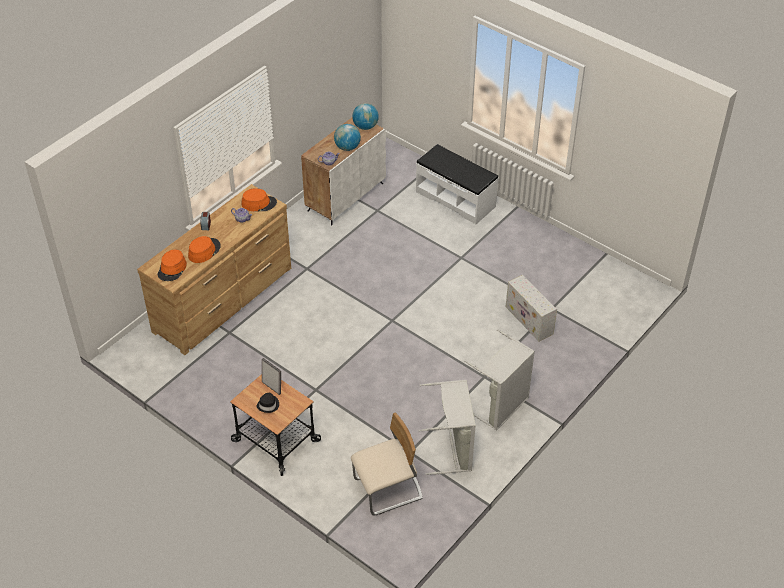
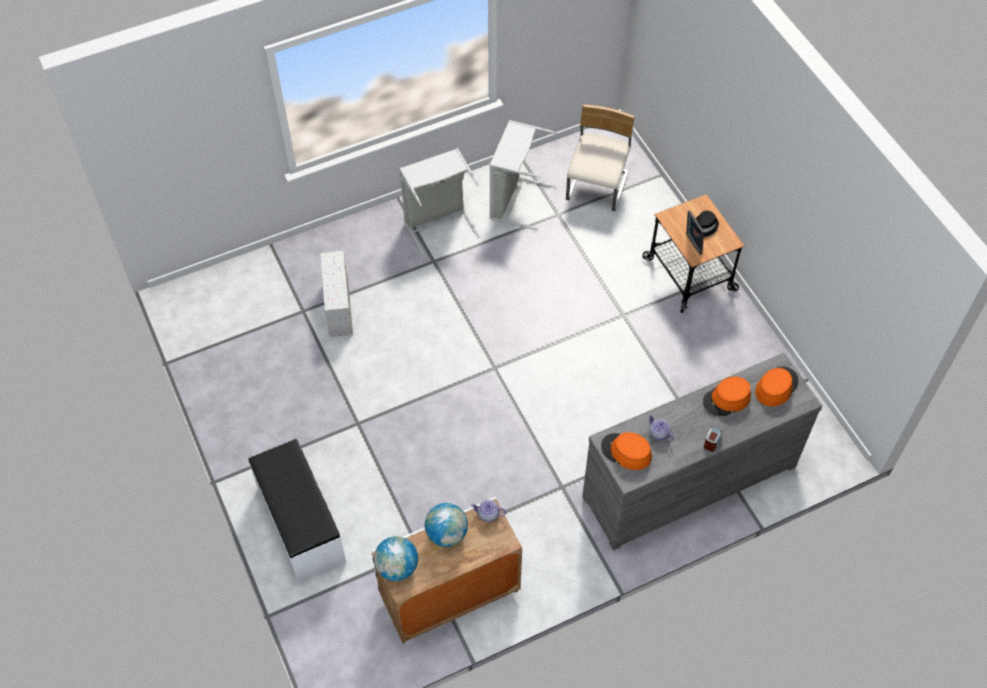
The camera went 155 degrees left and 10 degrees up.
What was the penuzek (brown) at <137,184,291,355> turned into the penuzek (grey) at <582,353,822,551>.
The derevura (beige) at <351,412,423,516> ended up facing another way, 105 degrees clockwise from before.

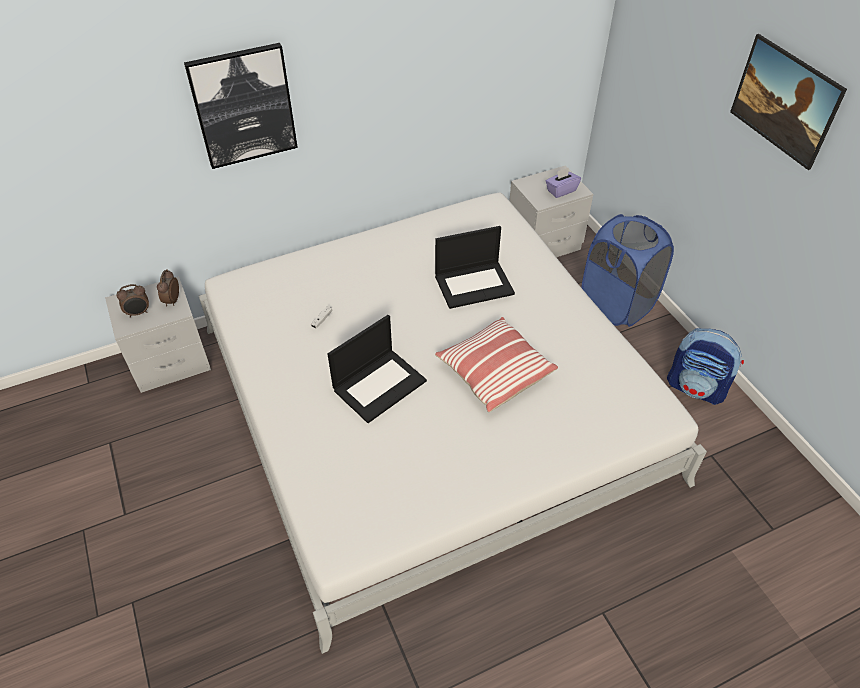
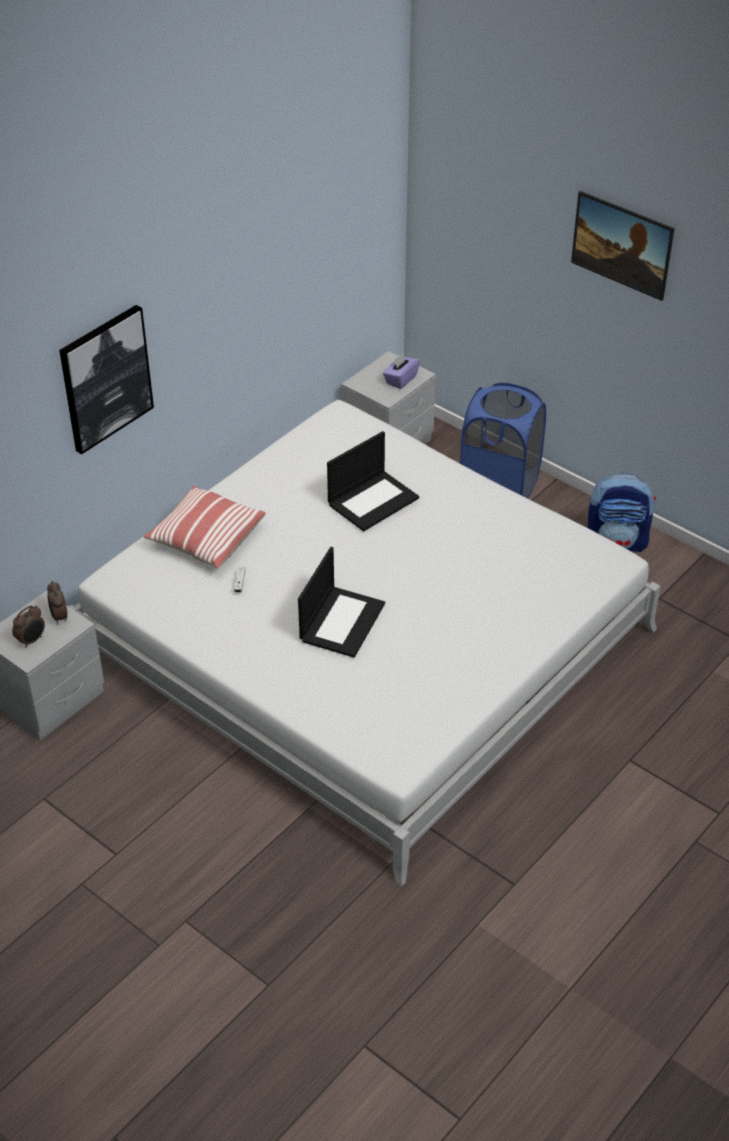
The camera went 25 degrees left and 5 degrees down.
The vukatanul ended up elsewhere, having gone from <435,317,558,412> to <143,486,266,569>.

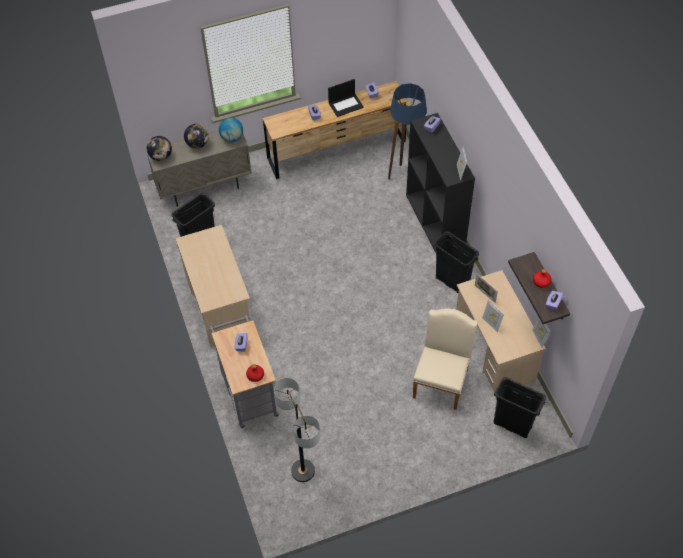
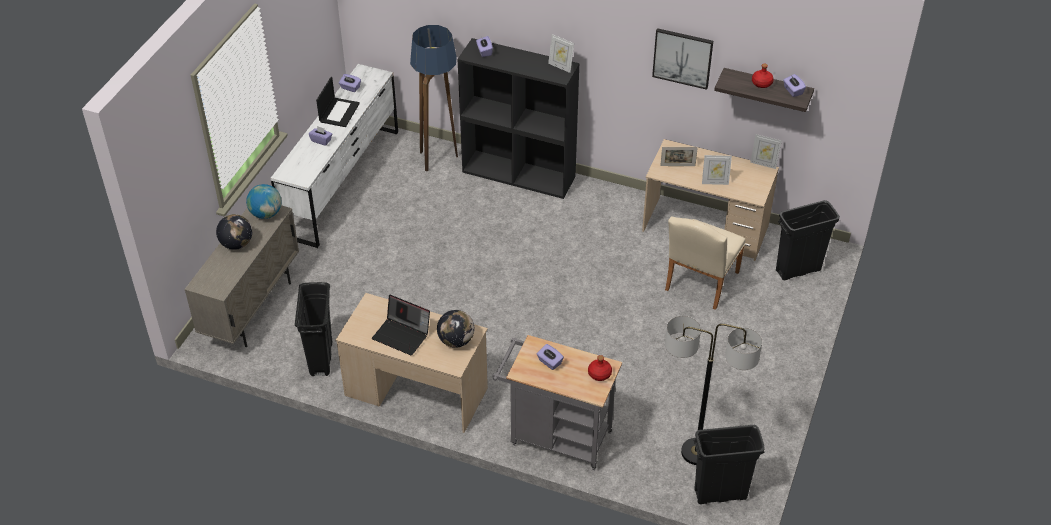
The camera went 50 degrees left and 10 degrees down.
The second view gained the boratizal at <372,295,430,355>.
The second view gained the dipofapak at <652,28,713,90>.
The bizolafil ended up elsewhere, having gone from <147,136,172,161> to <437,310,475,348>.
The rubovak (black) ended up elsewhere, having gone from <434,231,479,293> to <694,425,765,504>.
What was the penuzek (brown) at <263,81,408,179> turned into the penuzek (white) at <271,64,398,248>.
The derevura (beige) at <413,308,478,410> ended up facing another way, 120 degrees counterclockwise from before.

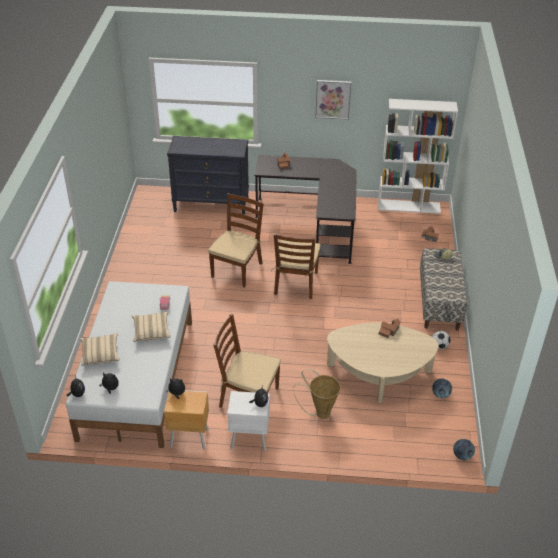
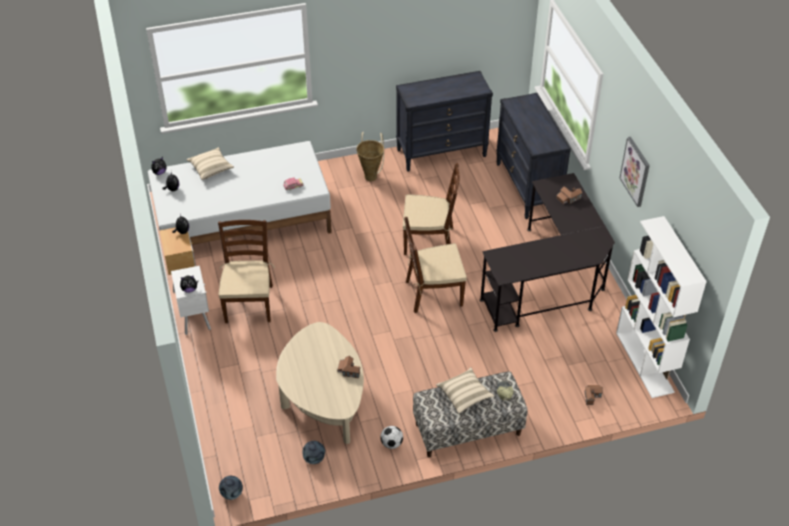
The camera went 70 degrees right and 5 degrees up.
The second view gained the penuzek (black) at <396,71,493,172>.
The vukatanul (beige) ended up elsewhere, having gone from <132,311,171,342> to <436,367,494,414>.
The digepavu ended up elsewhere, having gone from <293,369,341,419> to <356,132,384,181>.

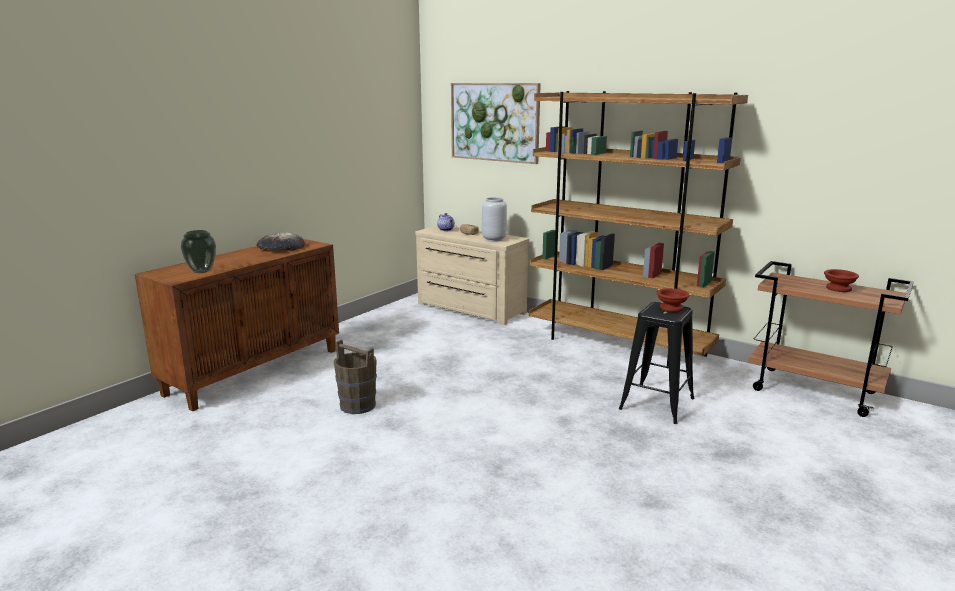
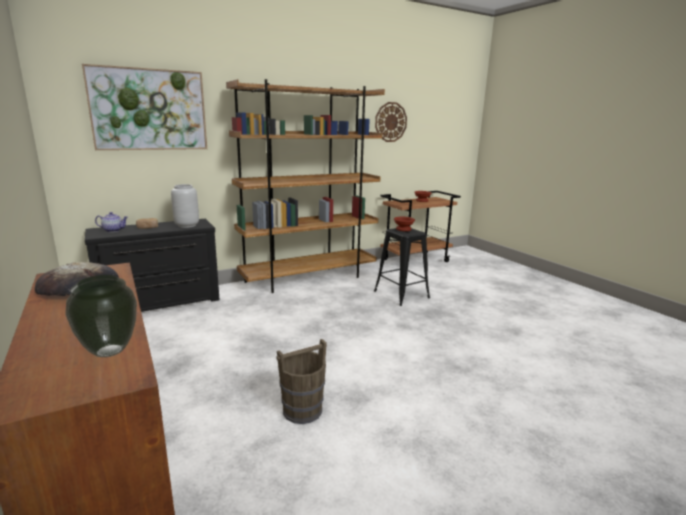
The camera went 65 degrees left and 0 degrees up.
The second view gained the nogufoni at <375,102,407,142>.
What was the penuzek (beige) at <415,226,529,325> turned into the penuzek (black) at <85,219,220,312>.

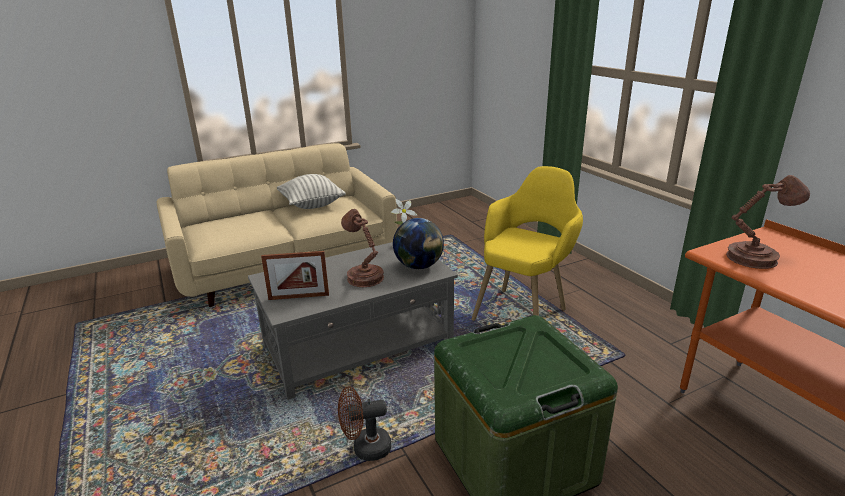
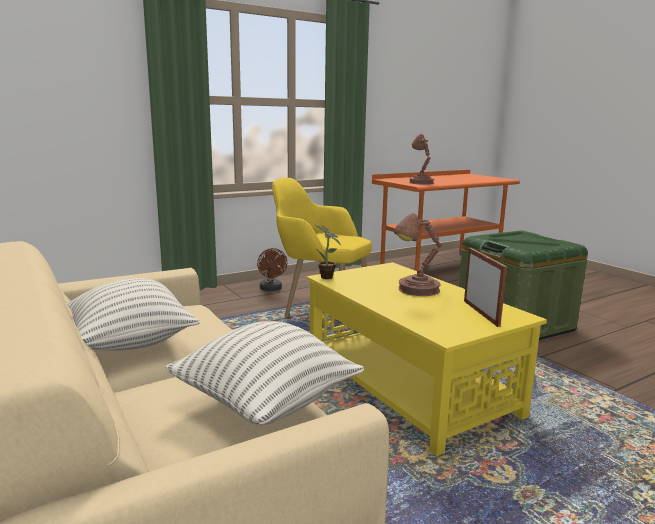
The camera went 95 degrees left and 10 degrees down.
The second view lost the bizolafil at <393,218,444,269>.
The second view gained the vukatanul at <165,321,364,425>.
The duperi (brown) ended up elsewhere, having gone from <338,386,391,461> to <257,248,287,291>.
What was the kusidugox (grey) at <248,242,458,400> turned into the kusidugox (yellow) at <307,262,547,456>.

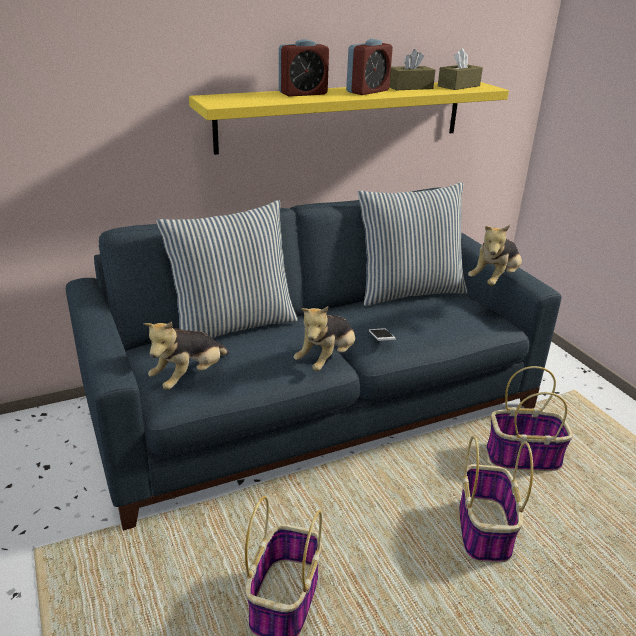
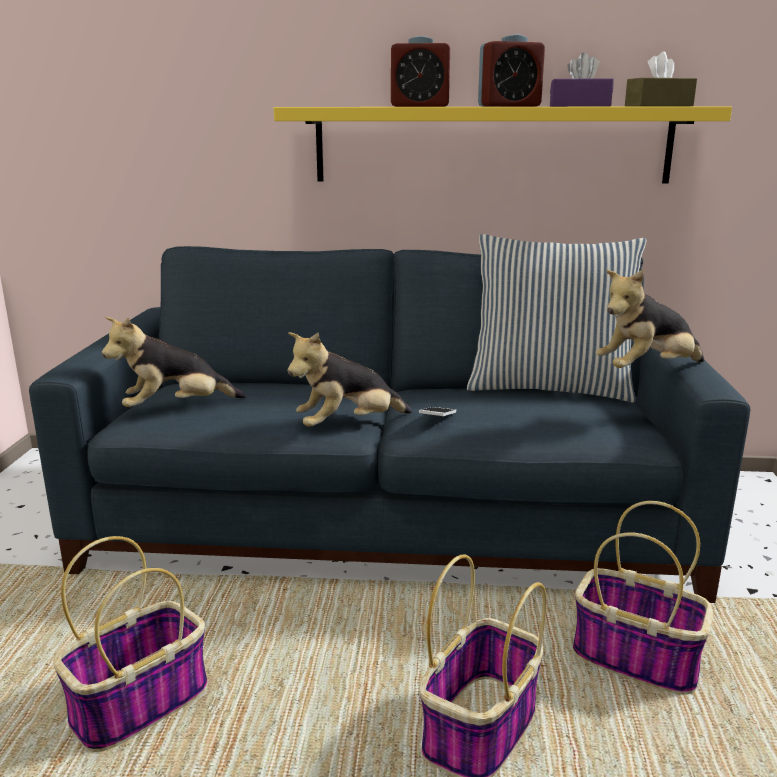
The camera went 30 degrees right and 10 degrees down.
The second view lost the vukatanul at <156,200,298,338>.
What was the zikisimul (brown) at <389,49,435,90> turned into the zikisimul (purple) at <550,52,614,107>.

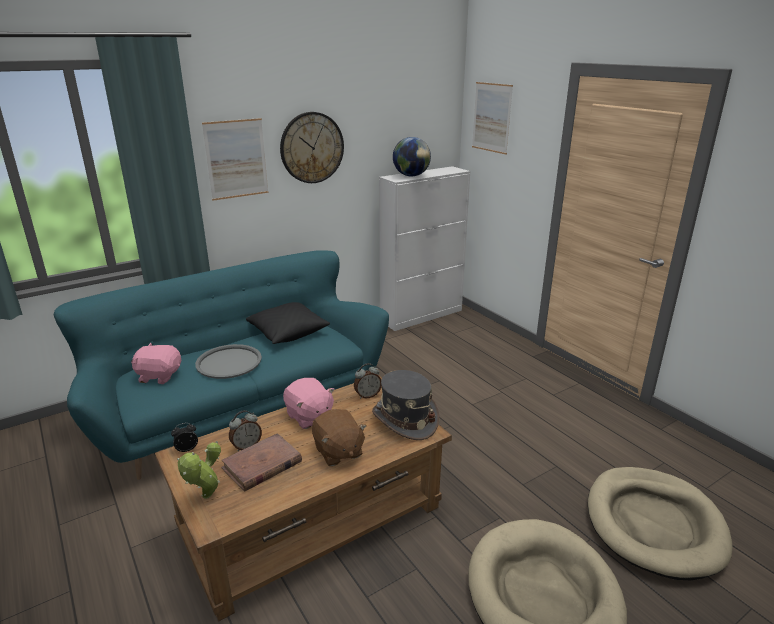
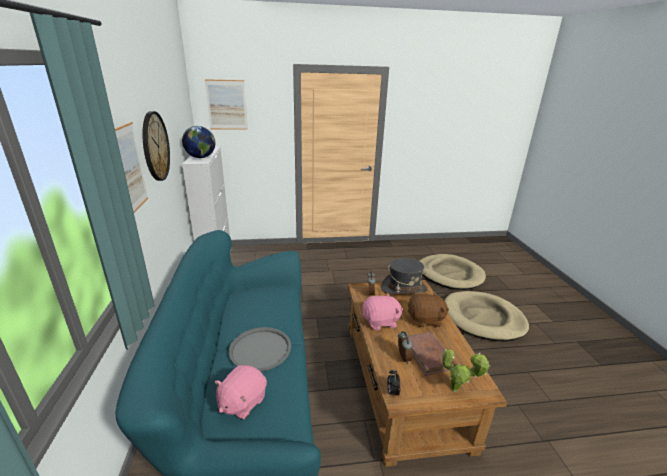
The camera went 65 degrees left and 0 degrees up.
The second view lost the vukatanul (black) at <246,302,330,344>.

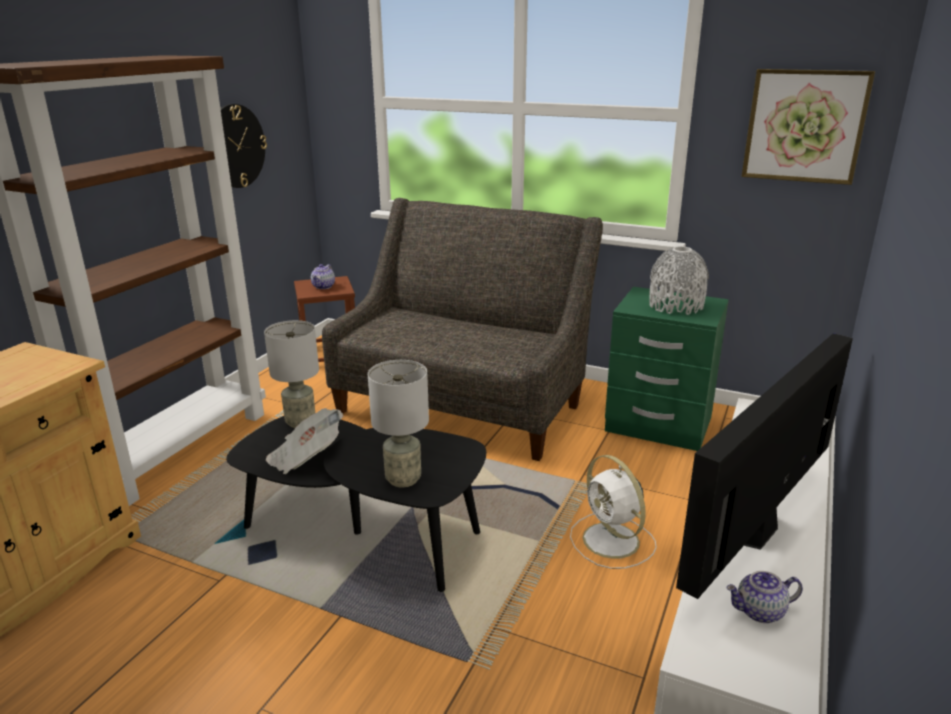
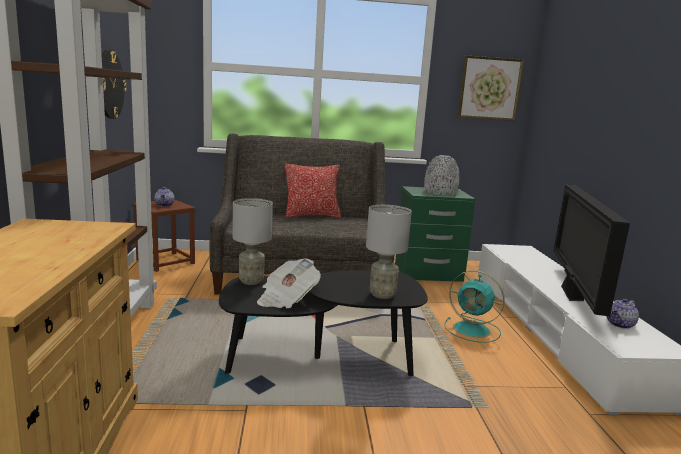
The camera went 30 degrees left and 10 degrees down.
The second view gained the vukatanul at <285,164,341,218>.
What was the duperi (white) at <570,455,657,569> turned into the duperi (turquoise) at <445,270,505,343>.

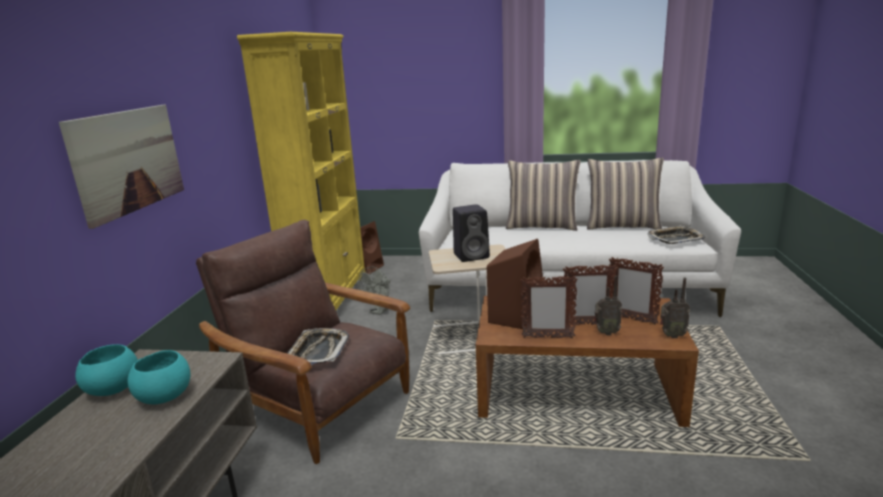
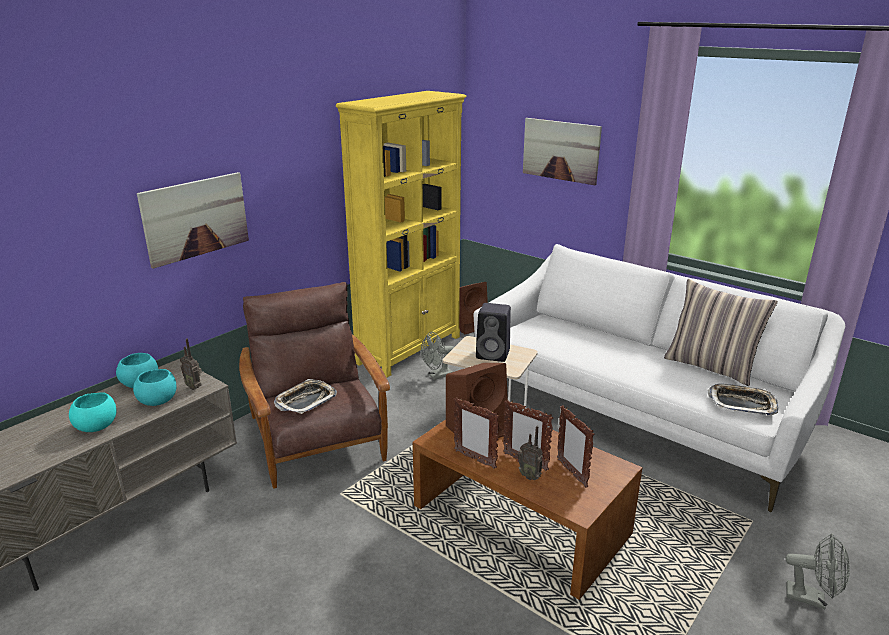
The camera went 30 degrees right and 5 degrees up.
The second view lost the vukatanul at <506,160,581,231>.
The second view gained the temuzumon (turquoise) at <69,392,117,432>.
The second view gained the dipofapak at <523,118,602,185>.
The second view gained the duperi (grey) at <786,533,850,609>.
The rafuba ended up elsewhere, having gone from <660,278,690,338> to <180,338,202,390>.

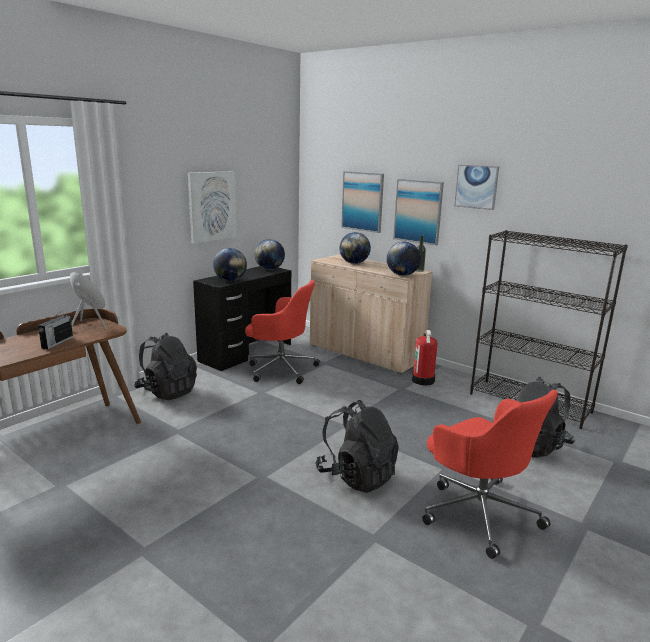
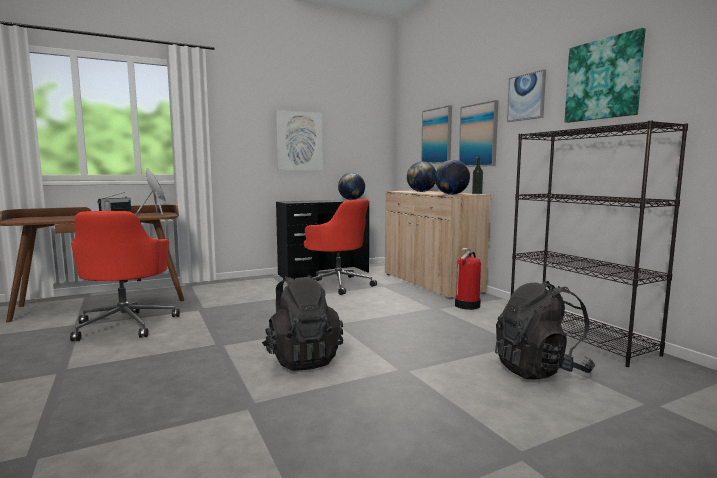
The camera went 25 degrees right and 10 degrees down.
The second view lost the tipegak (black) at <134,333,197,400>.
The second view lost the bizolafil at <213,248,247,281>.
The second view gained the dipofapak at <565,28,645,123>.
The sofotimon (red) ended up elsewhere, having gone from <422,390,558,559> to <70,211,180,341>.

